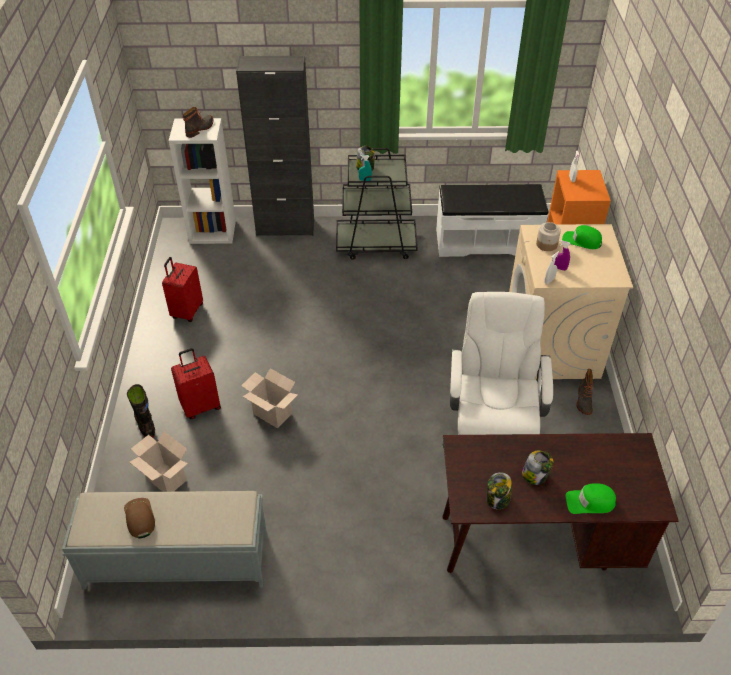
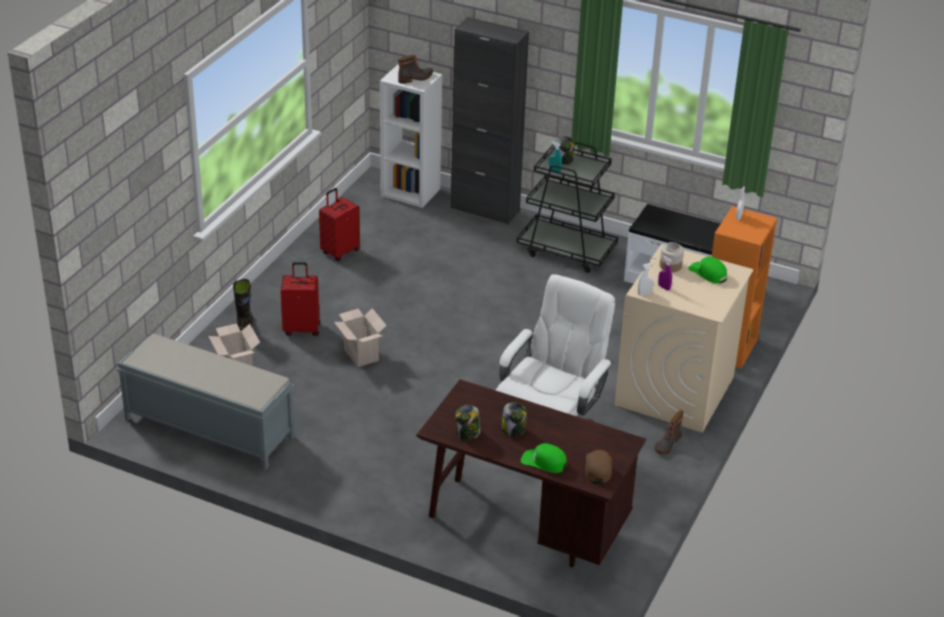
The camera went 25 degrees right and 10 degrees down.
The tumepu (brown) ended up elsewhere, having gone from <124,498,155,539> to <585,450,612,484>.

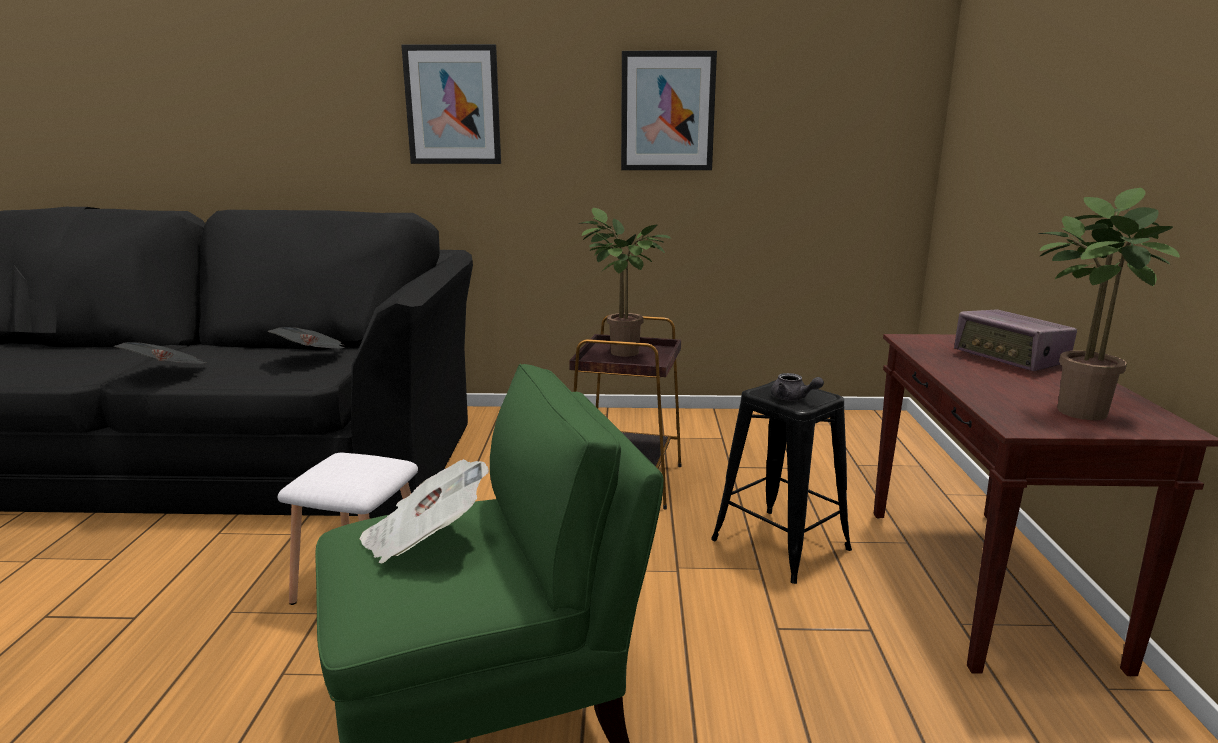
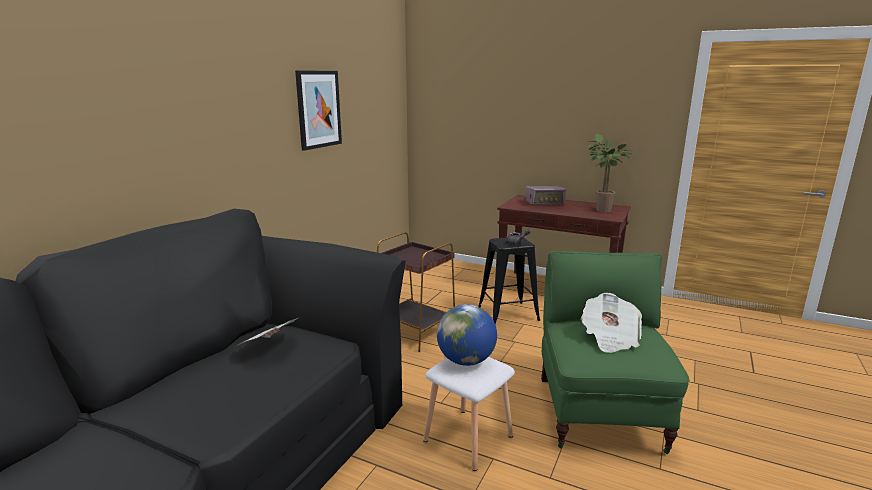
The camera went 65 degrees left and 0 degrees up.
The second view lost the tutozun at <114,342,207,364>.
The second view lost the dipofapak at <401,44,501,164>.
The second view lost the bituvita at <578,208,672,357>.
The second view gained the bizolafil at <437,304,497,366>.

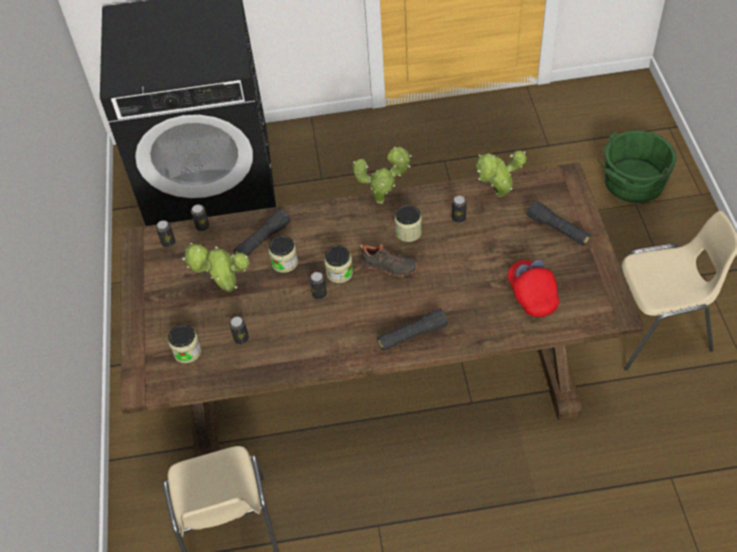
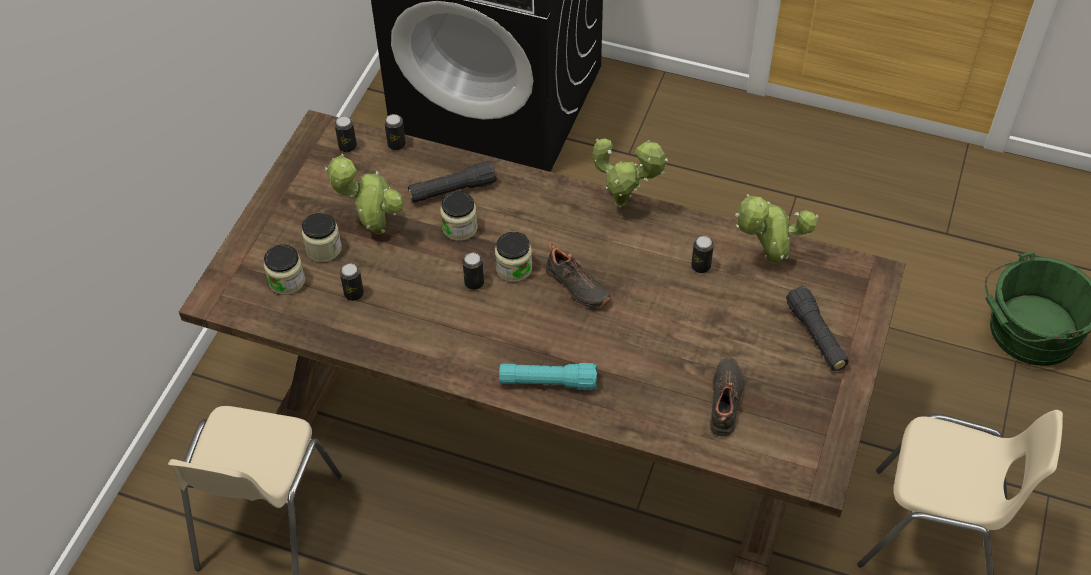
The camera went 25 degrees right and 0 degrees up.
The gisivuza ended up elsewhere, having gone from <395,205,422,242> to <302,213,342,262>.
Where the tumepu (red) stood at <508,260,559,317>, the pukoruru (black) came to stand at <710,357,744,437>.
What was the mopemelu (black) at <377,308,448,350> turned into the mopemelu (turquoise) at <499,363,597,390>.

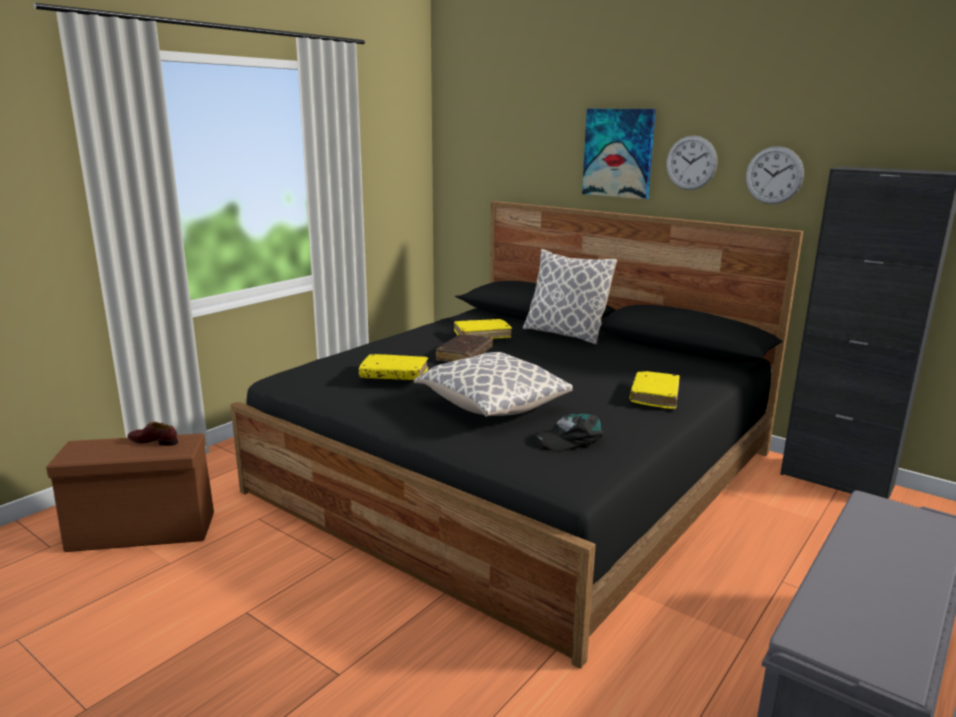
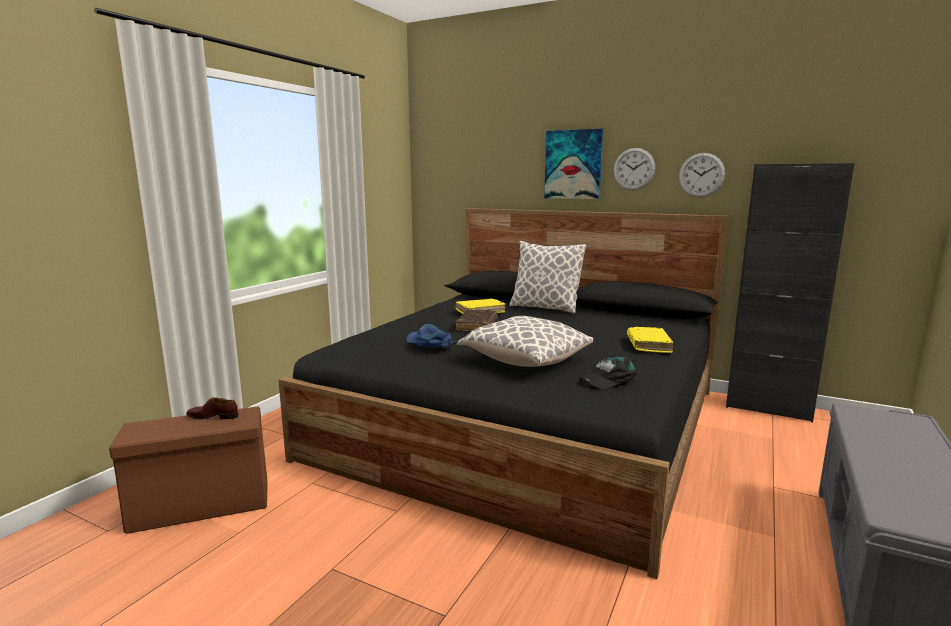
The camera went 10 degrees left and 5 degrees down.
Where the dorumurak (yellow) stood at <359,354,428,380>, the tumepu (blue) came to stand at <406,324,456,348>.

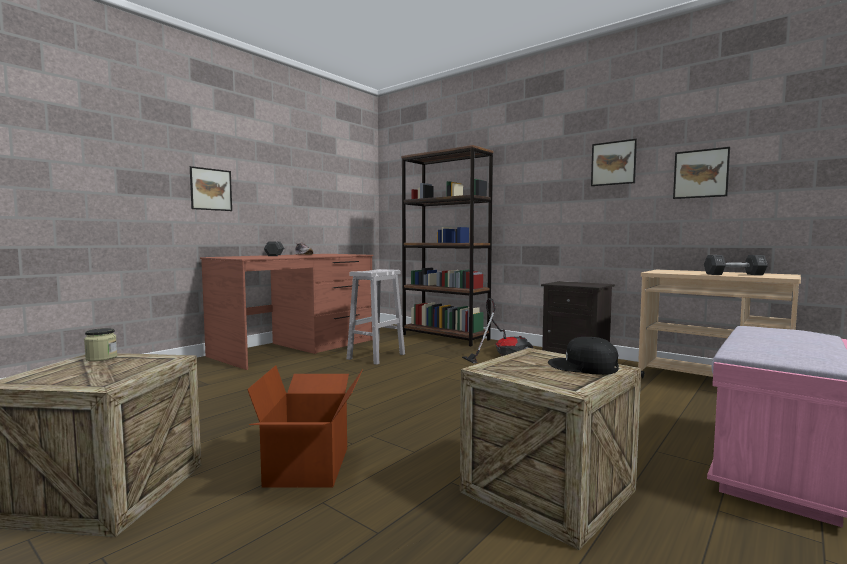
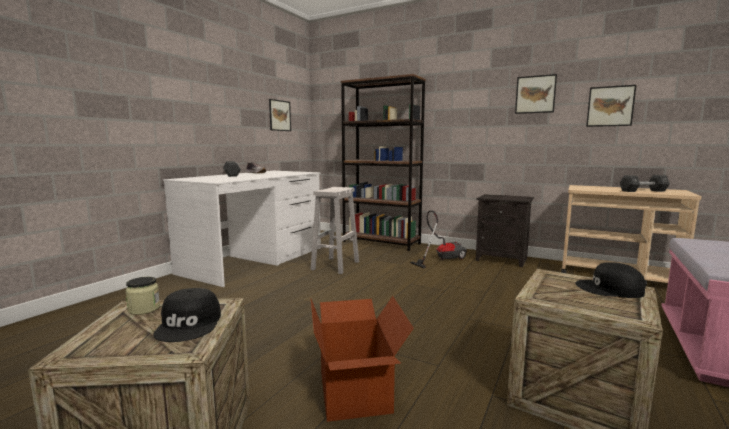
The camera went 10 degrees left and 5 degrees up.
The second view gained the tumepu (black) at <153,288,221,342>.
The dipofapak ended up elsewhere, having gone from <190,166,232,211> to <269,99,291,131>.
What was the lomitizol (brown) at <200,254,373,370> turned into the lomitizol (white) at <163,171,321,287>.

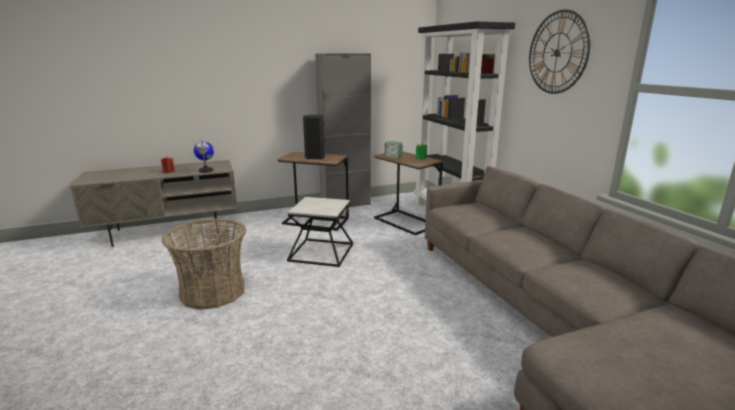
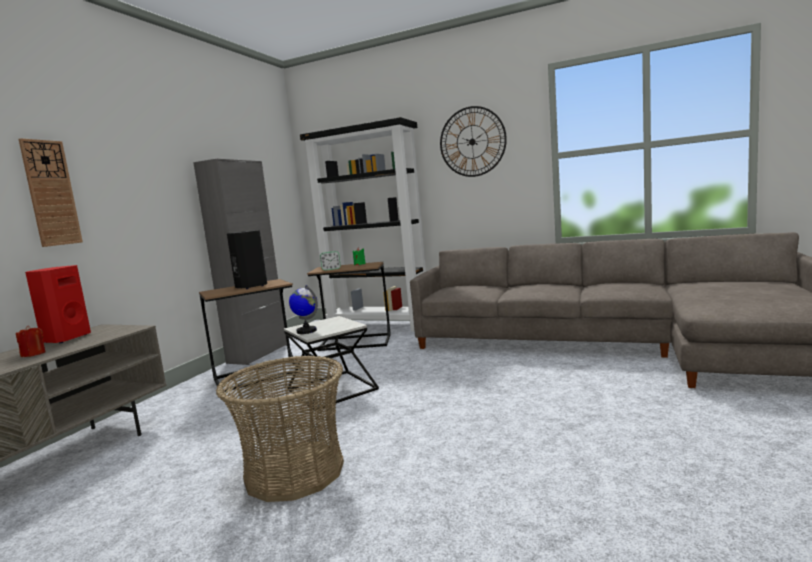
The camera went 45 degrees left and 10 degrees down.
The second view gained the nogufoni at <19,138,83,247>.
The second view gained the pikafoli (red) at <25,265,91,343>.
The bizolafil ended up elsewhere, having gone from <194,140,214,173> to <289,285,318,334>.

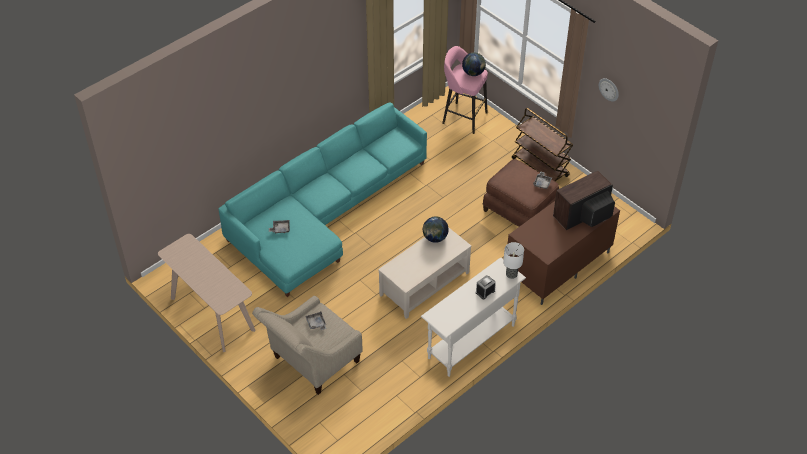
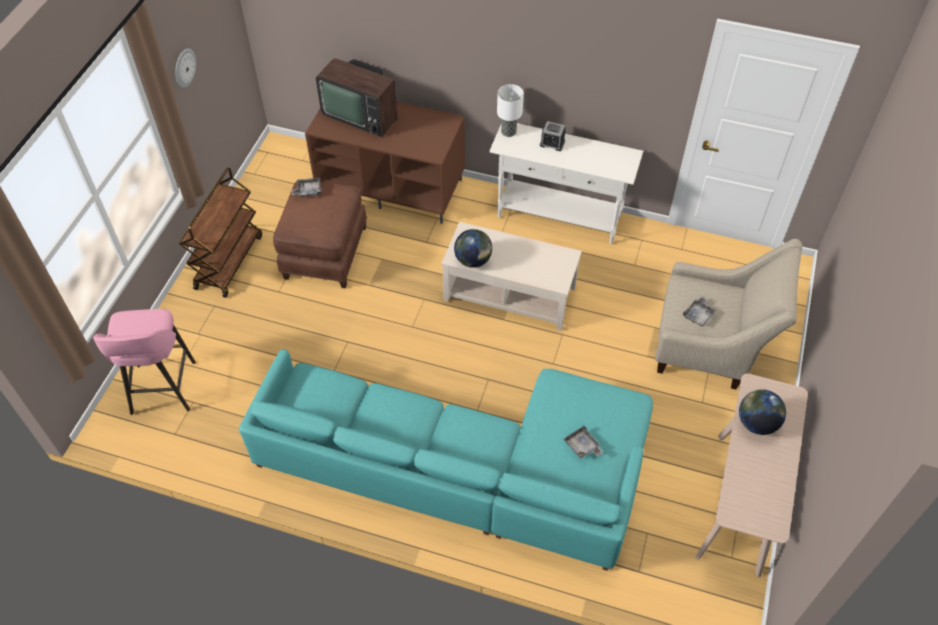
The camera went 120 degrees left and 5 degrees up.
The bizolafil ended up elsewhere, having gone from <462,53,486,76> to <739,389,786,435>.

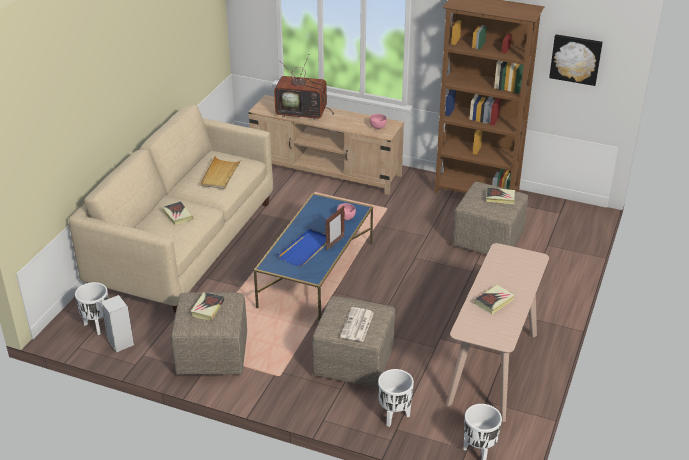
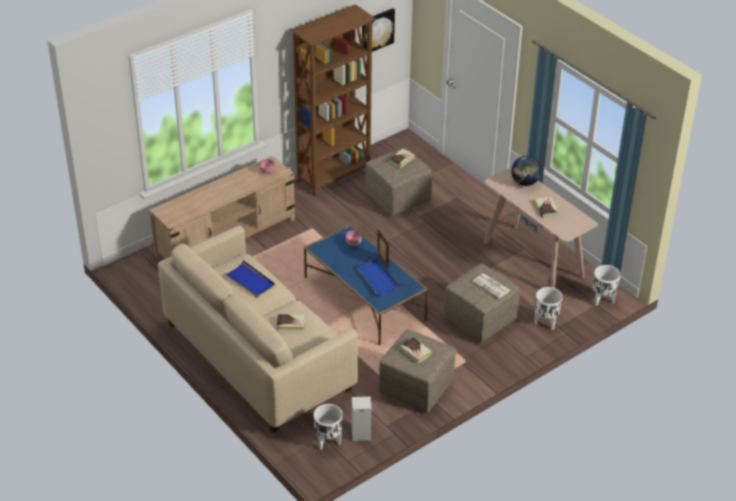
The camera went 60 degrees left and 5 degrees up.
The second view lost the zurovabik at <274,55,334,120>.
The second view gained the bizolafil at <511,156,542,186>.
What was the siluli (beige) at <200,156,242,189> turned into the siluli (blue) at <224,260,275,298>.

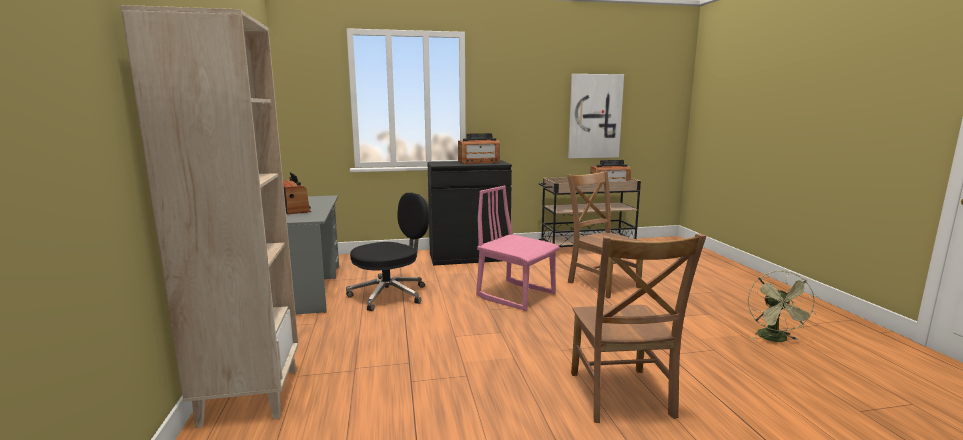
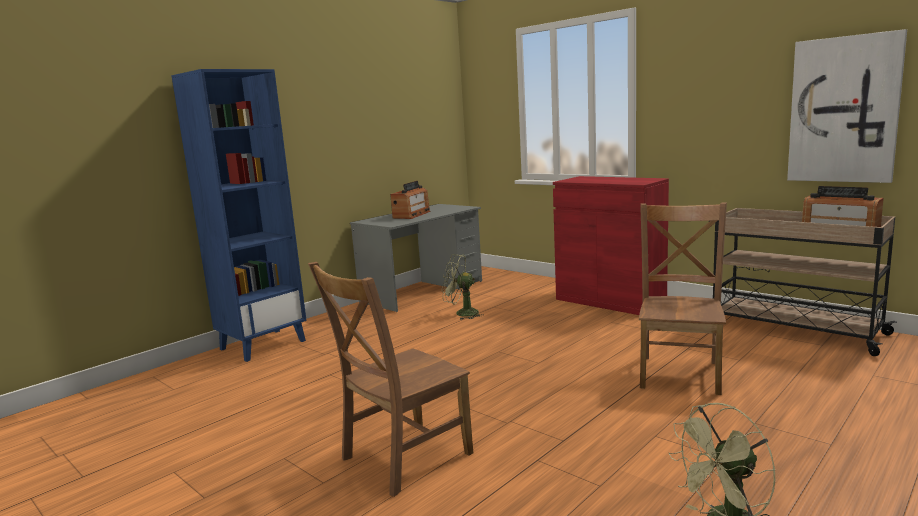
The camera went 55 degrees right and 0 degrees up.
The second view lost the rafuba at <458,133,500,164>.
The second view lost the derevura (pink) at <476,186,560,311>.
Where the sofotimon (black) stood at <346,193,429,311>, the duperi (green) came to stand at <442,254,484,320>.
What was the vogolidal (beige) at <121,5,298,428> turned into the vogolidal (blue) at <171,69,307,362>.
What was the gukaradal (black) at <428,160,512,266> turned into the gukaradal (red) at <553,176,669,315>.

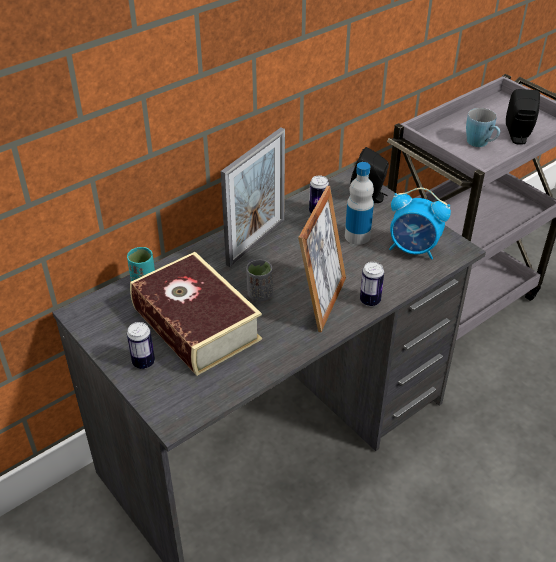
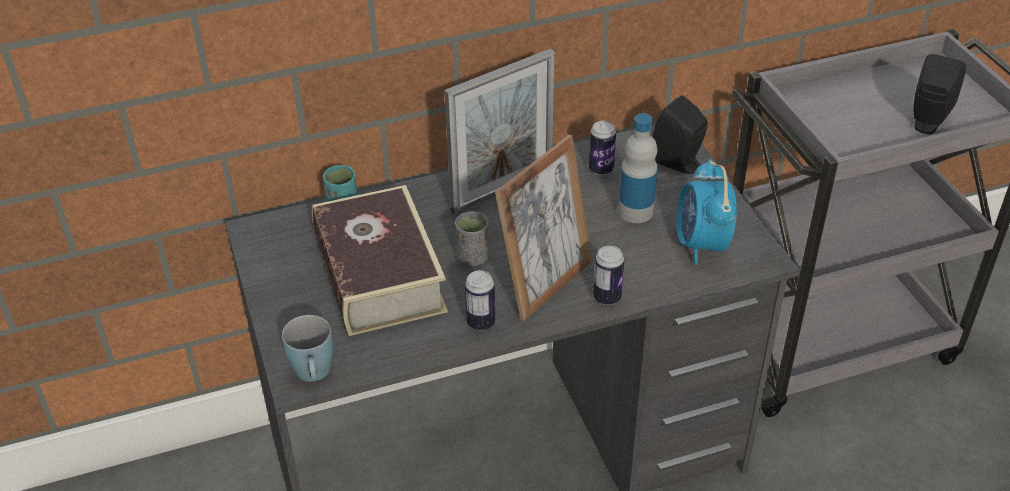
The camera went 20 degrees right and 0 degrees up.
The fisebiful ended up elsewhere, having gone from <127,322,155,369> to <465,270,495,330>.
The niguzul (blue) ended up elsewhere, having gone from <466,108,500,147> to <282,315,333,382>.
The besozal at <389,188,451,260> ended up facing another way, 45 degrees clockwise from before.

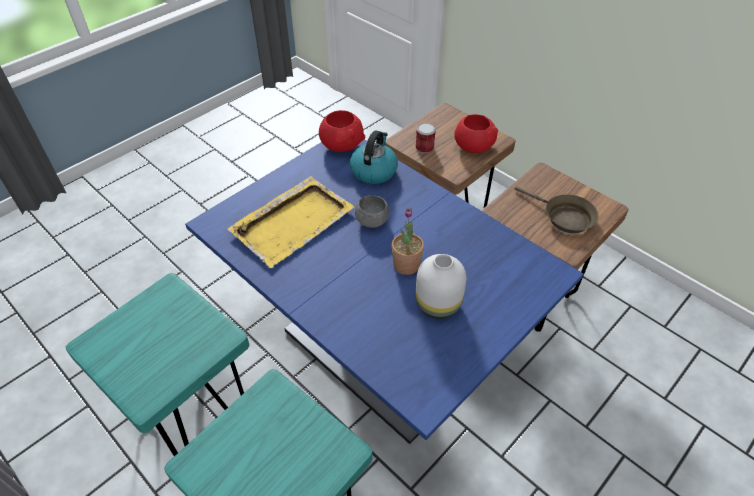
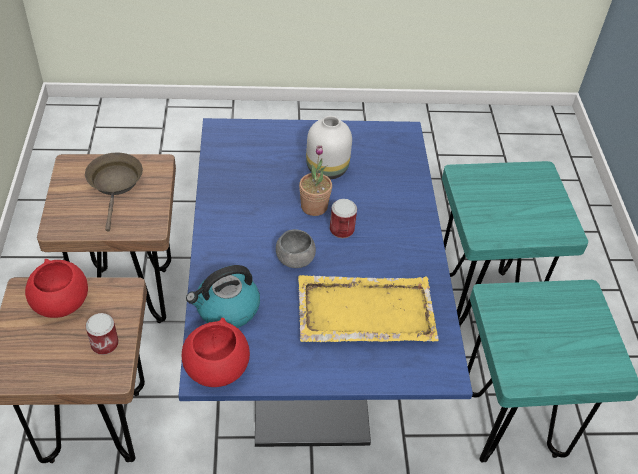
The camera went 140 degrees left and 0 degrees up.
The second view gained the fisebiful at <330,199,357,238>.

